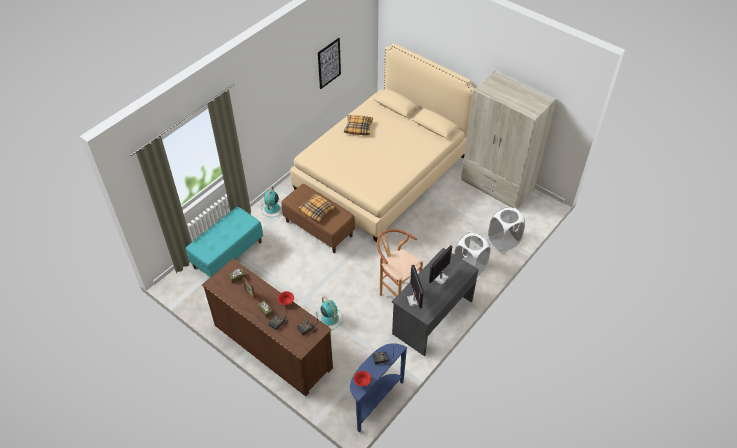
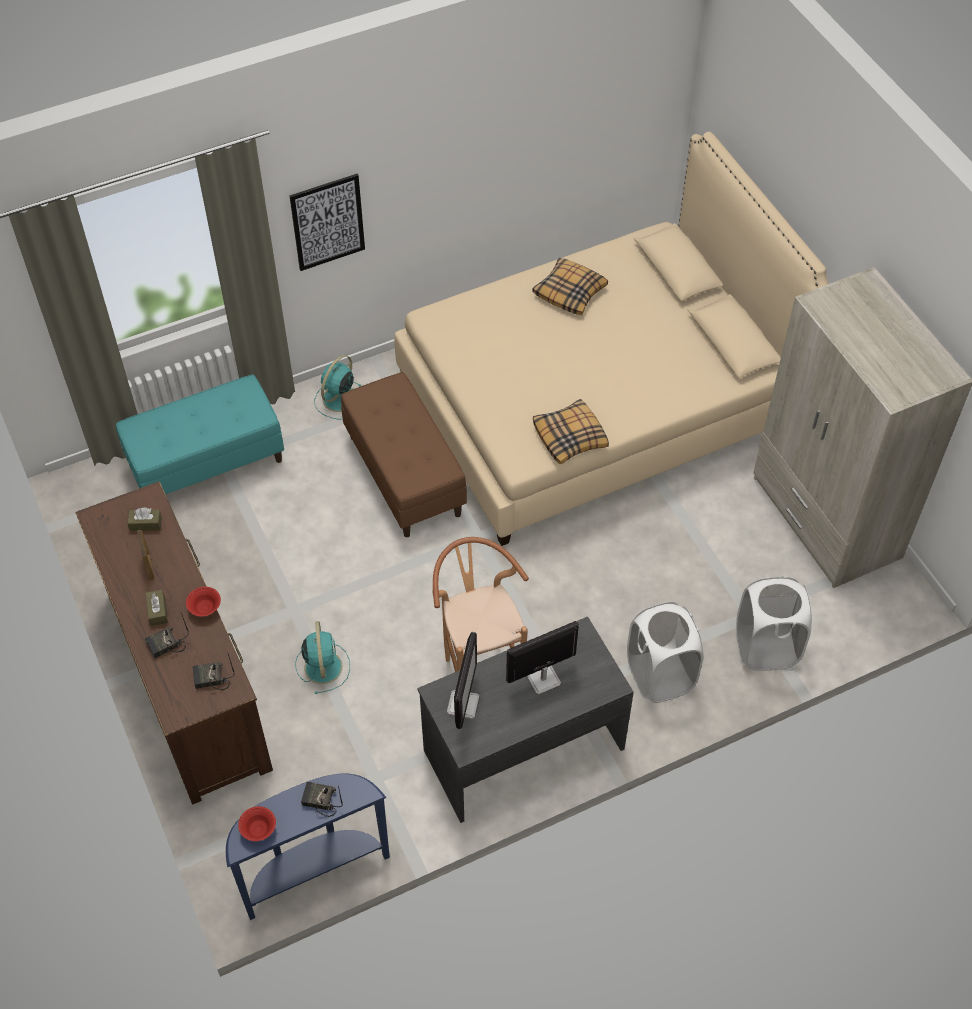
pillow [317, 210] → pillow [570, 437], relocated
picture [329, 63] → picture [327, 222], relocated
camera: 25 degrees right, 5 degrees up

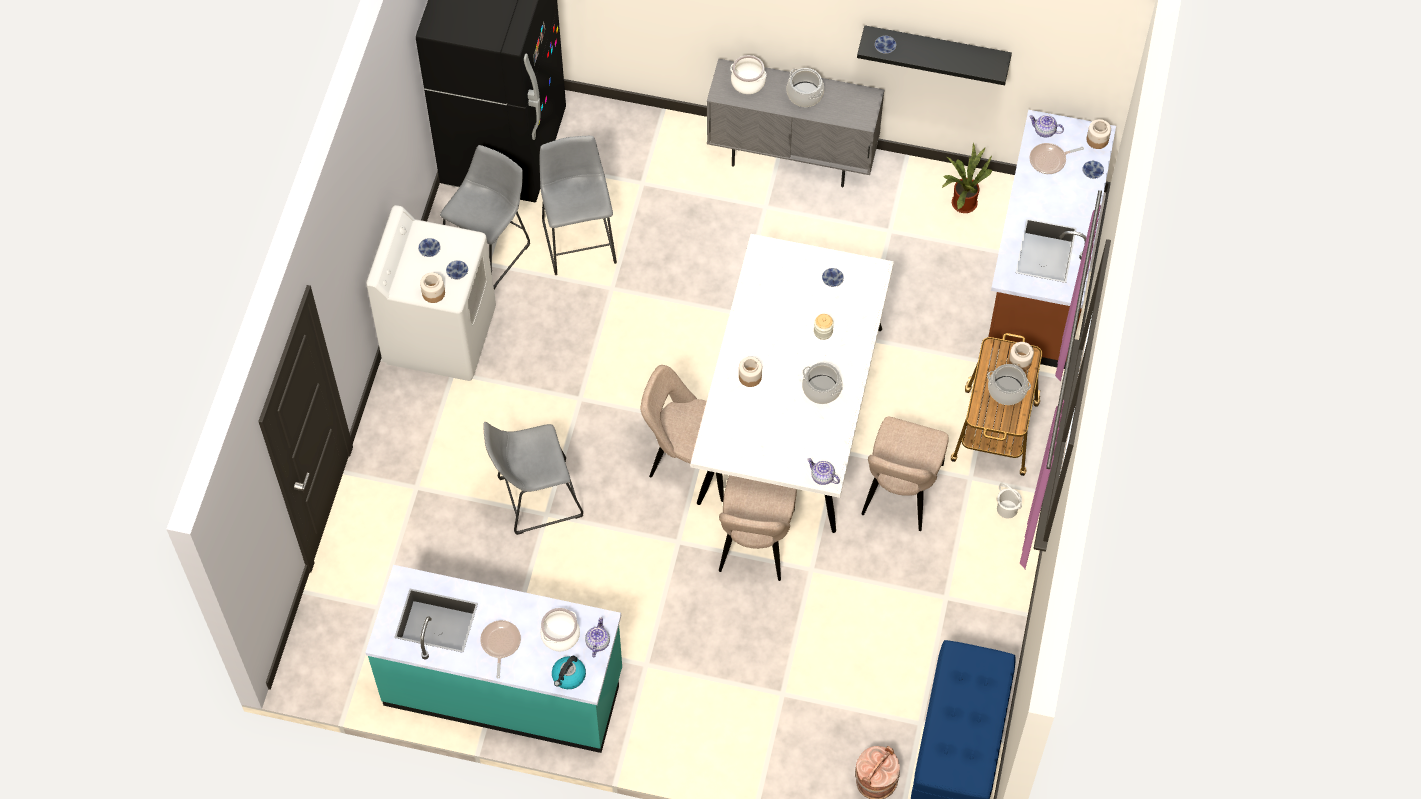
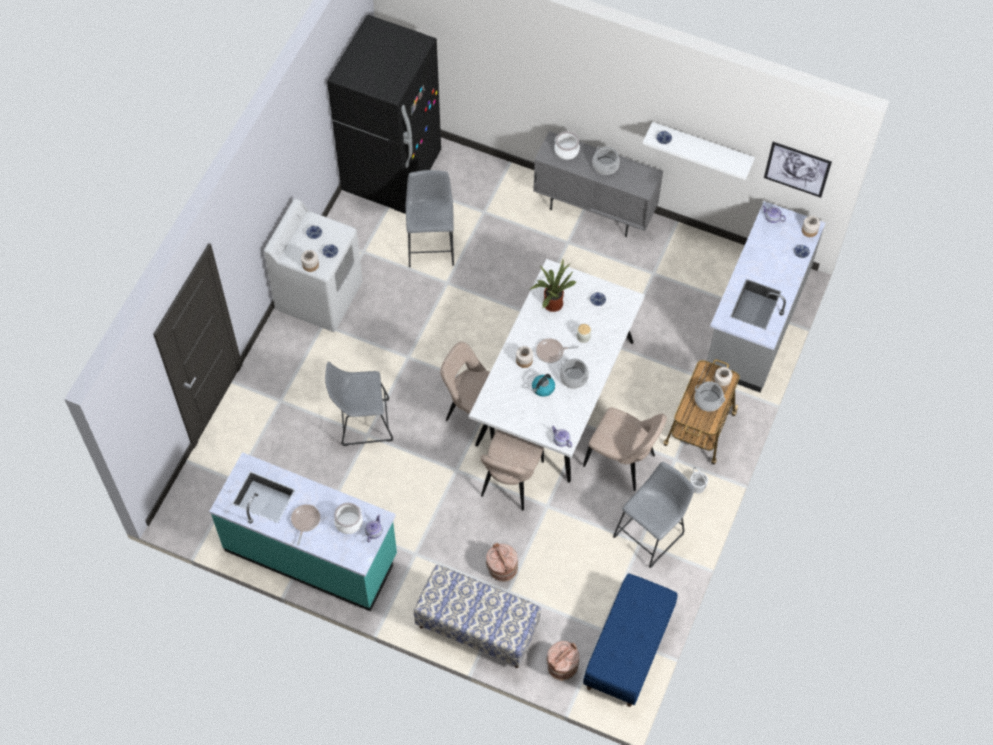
grey_stool [489, 249] → grey_stool [651, 533], relocated
kettle [568, 676] → kettle [543, 388], relocated
black_shelf [936, 49] → white_shelf [702, 146]
beige_chair [900, 493] → beige_chair [622, 462], 90 degrees counterclockwise
potted_plant [962, 201] → potted_plant [552, 302], relocated
brown_counter [1040, 273] → grey_counter [755, 321]
frying_pan [1050, 160] → frying_pan [551, 352], relocated
- → bench [477, 627]
- → brown_bucket [502, 568]
- → picture [797, 169]
camera: 10 degrees right, 0 degrees up

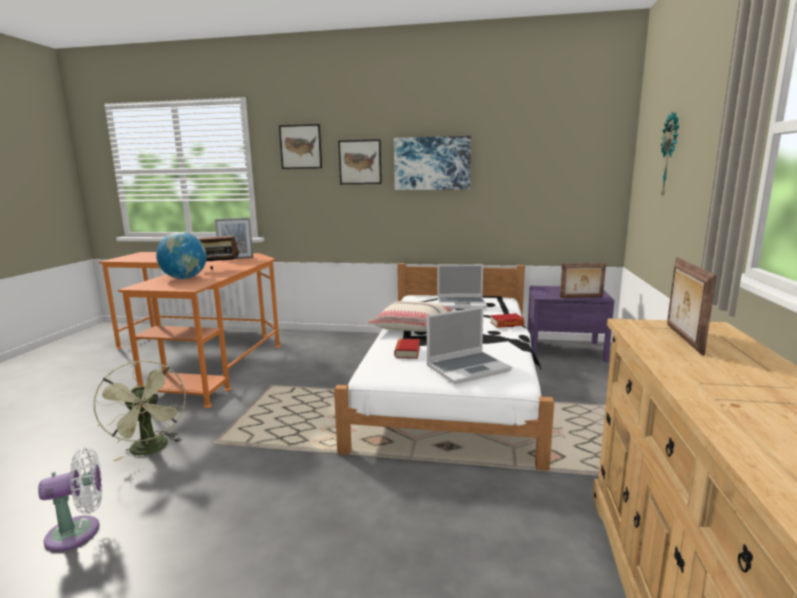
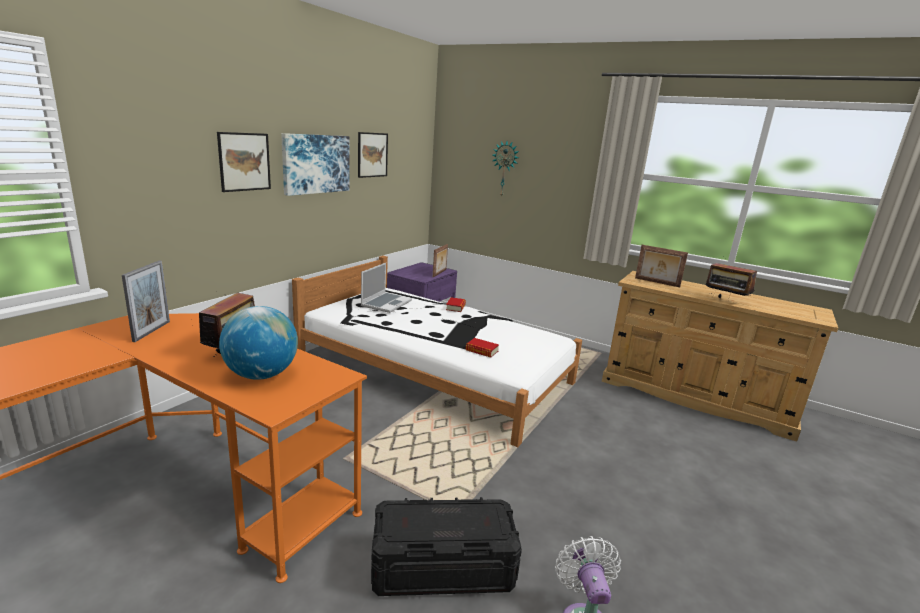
green_fan [151, 450] → black_storage_box [442, 567]
picture [300, 147] → picture [372, 155], relocated
beige_pillow [412, 326] → -
laptop [468, 368] → -
- → radio [725, 301]
camera: 70 degrees left, 5 degrees up

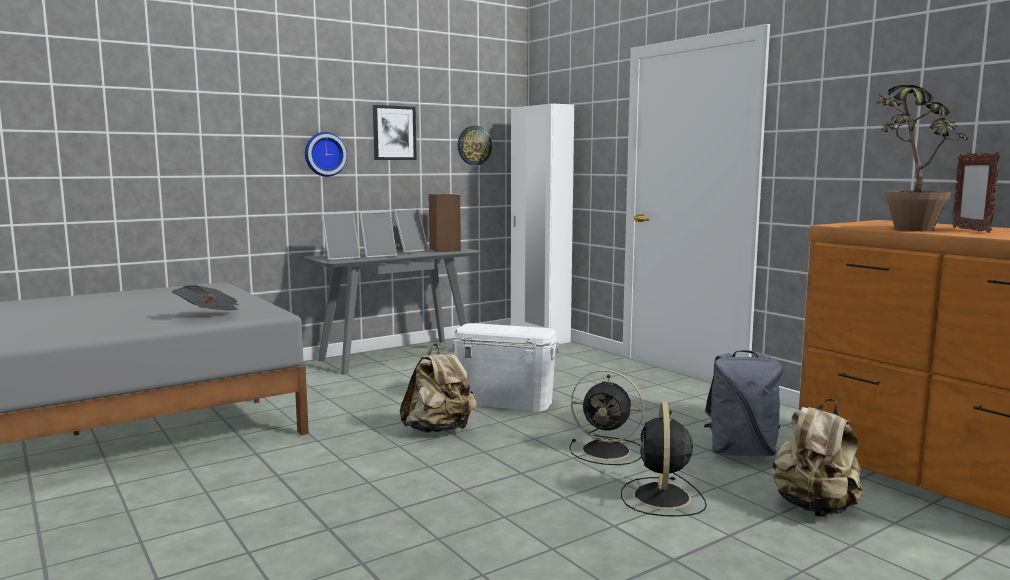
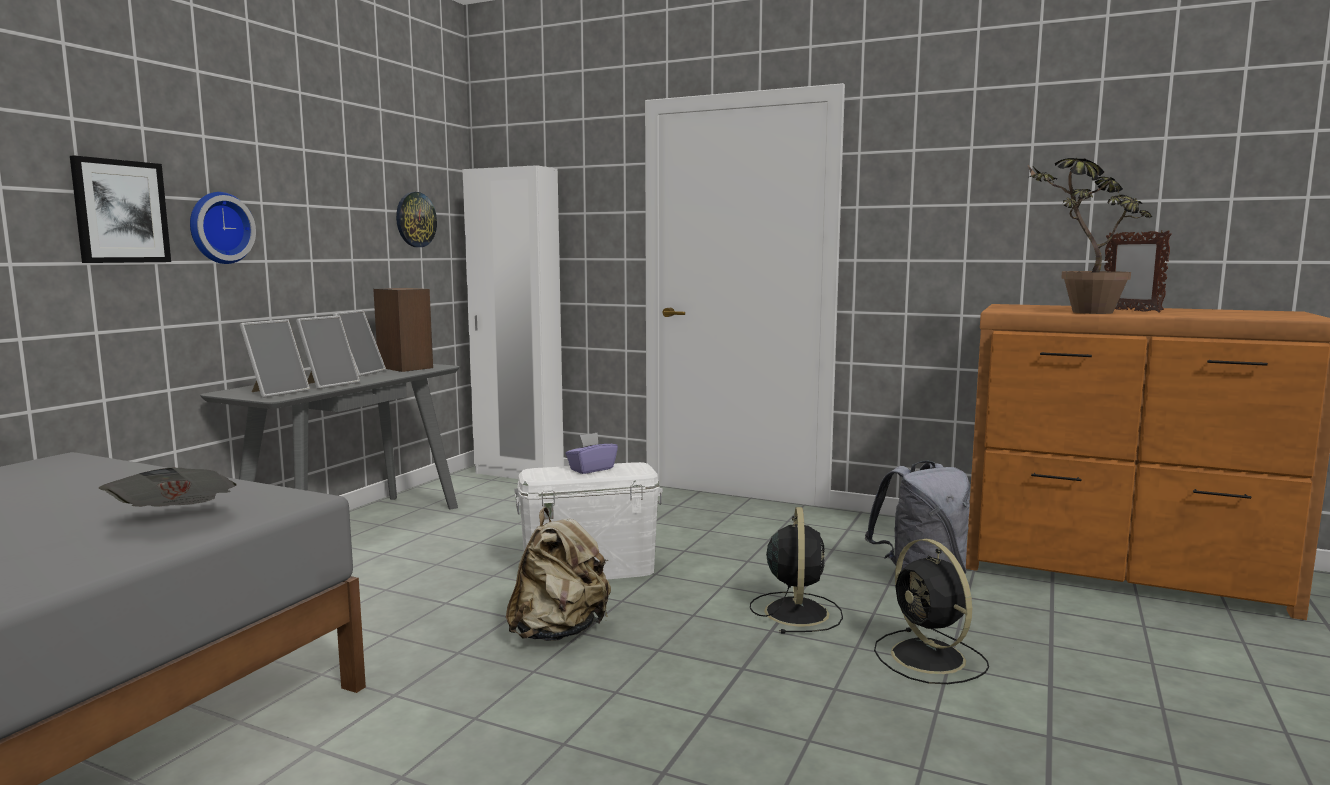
picture [394, 133] → picture [120, 211], relocated
black_fan [608, 451] → black_fan [796, 611], 75 degrees counterclockwise
beige_backpack [815, 508] → -
- → purple_tissue_box [591, 469]
camera: 30 degrees left, 0 degrees up

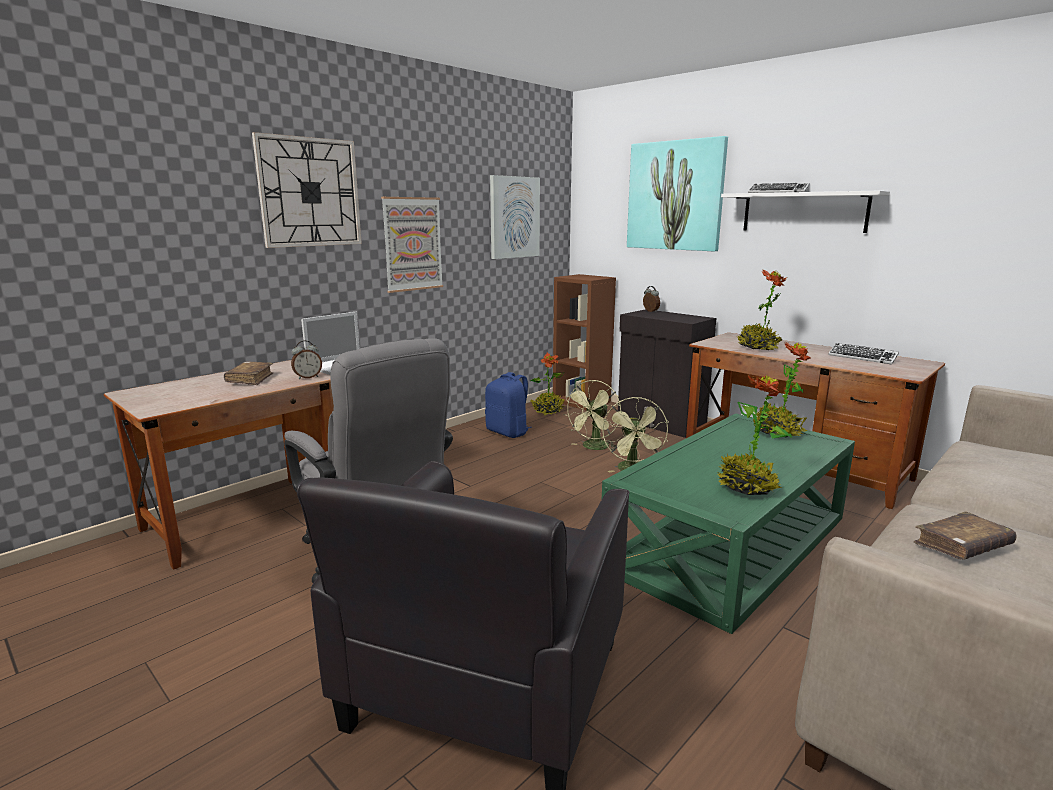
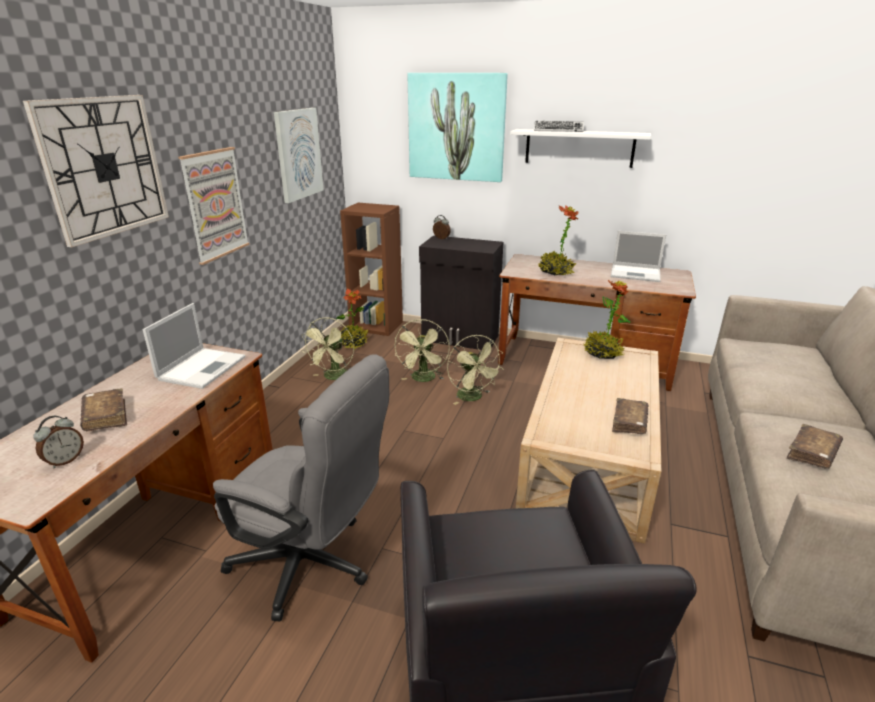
alarm_clock [308, 377] → alarm_clock [65, 460], relocated
blue_backpack [508, 432] → green_fan [334, 377]
green_coffee_table [731, 543] → beige_coffee_table [591, 455]
potted_plant [747, 488] → brown_book [629, 422]
keyboard [862, 357] → laptop [636, 273]
camera: 25 degrees left, 10 degrees up

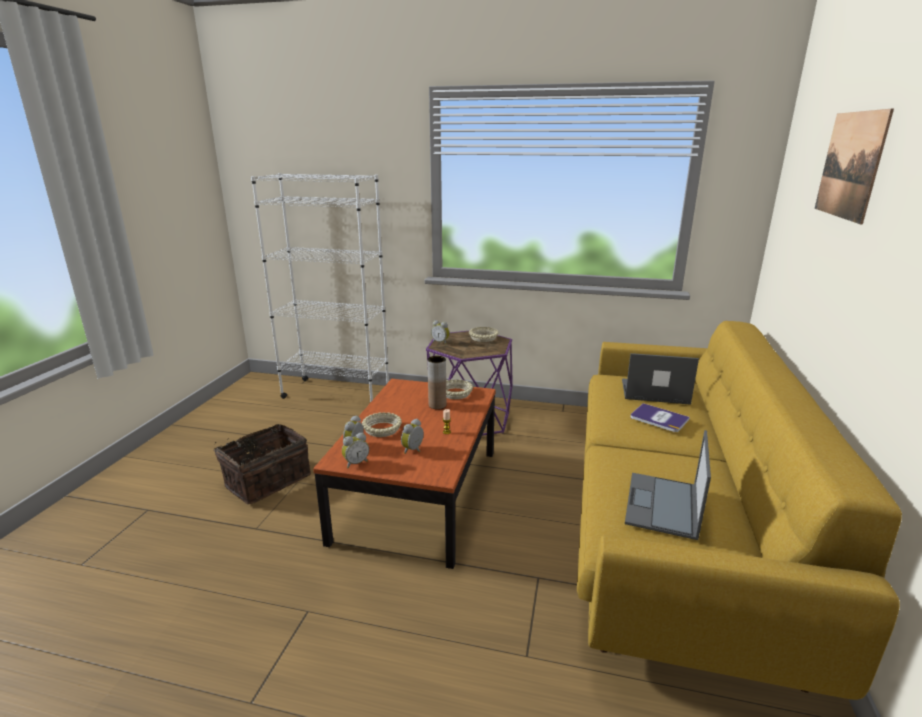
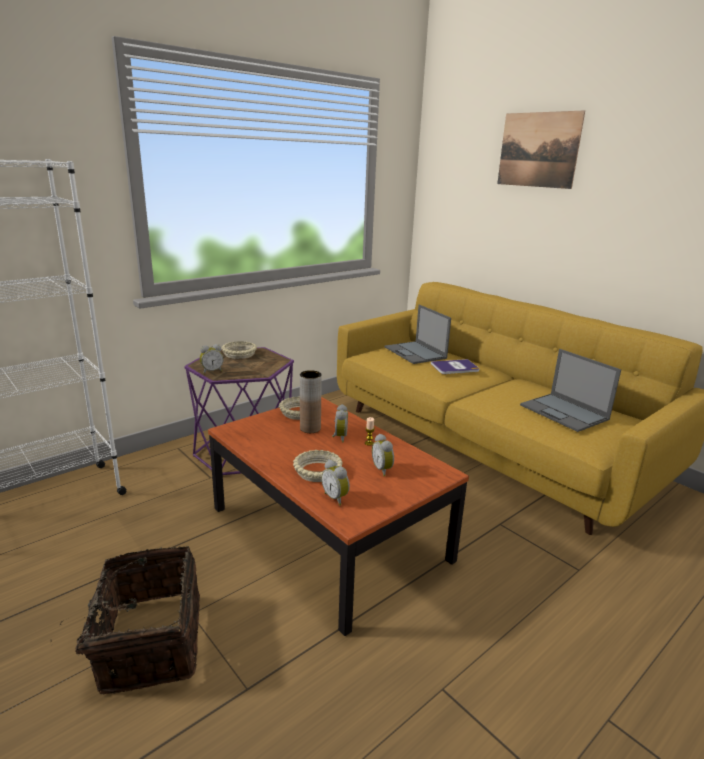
alarm_clock [356, 463] → alarm_clock [339, 437], relocated
laptop [653, 392] → laptop [415, 353], 75 degrees counterclockwise
camera: 55 degrees left, 0 degrees up

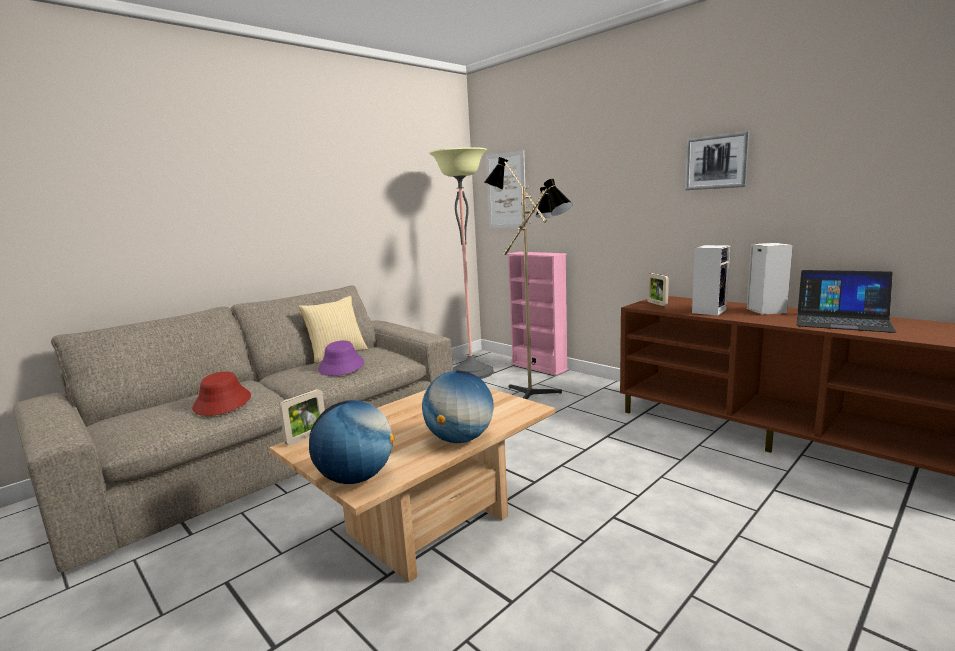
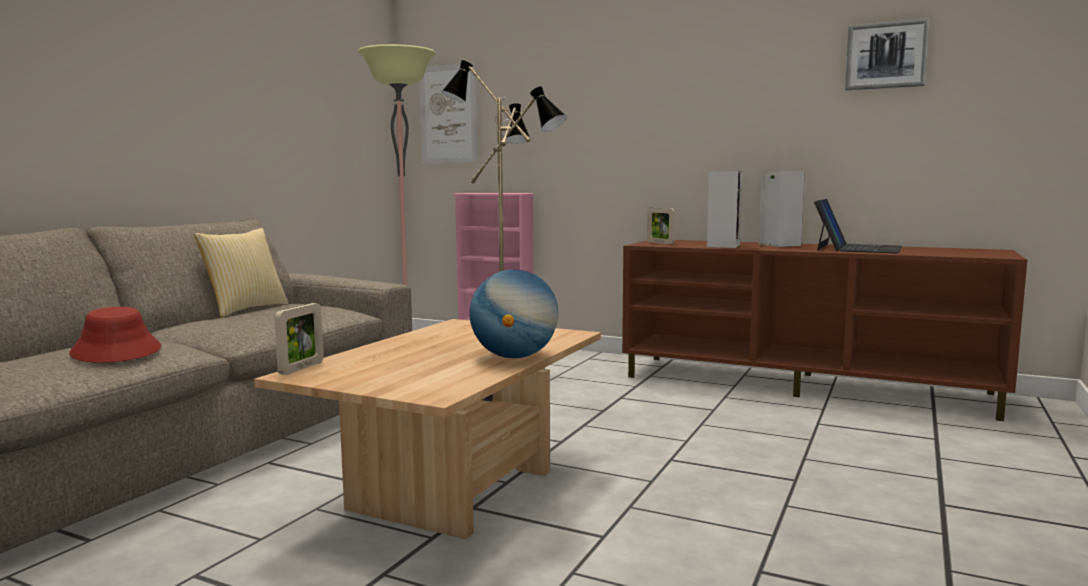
globe [356, 478] → -
purple_hat [341, 366] → -
picture [716, 162] → picture [886, 55], relocated
laptop [842, 321] → laptop [857, 248], 75 degrees counterclockwise
camera: 20 degrees left, 5 degrees down

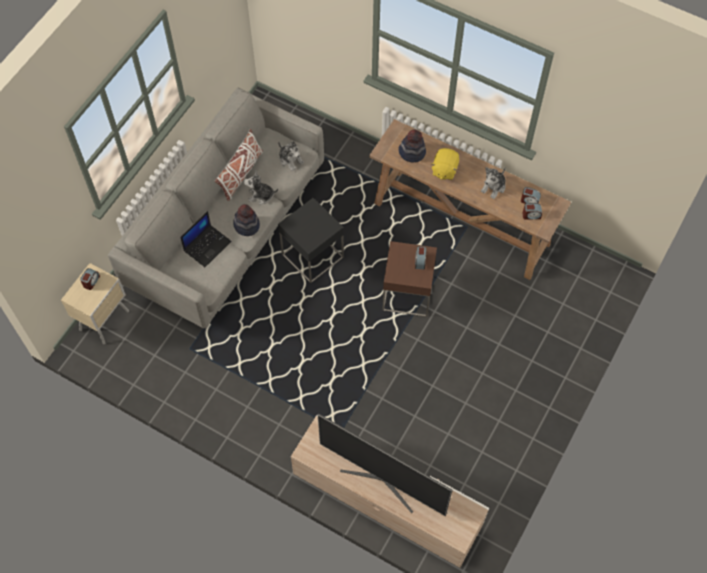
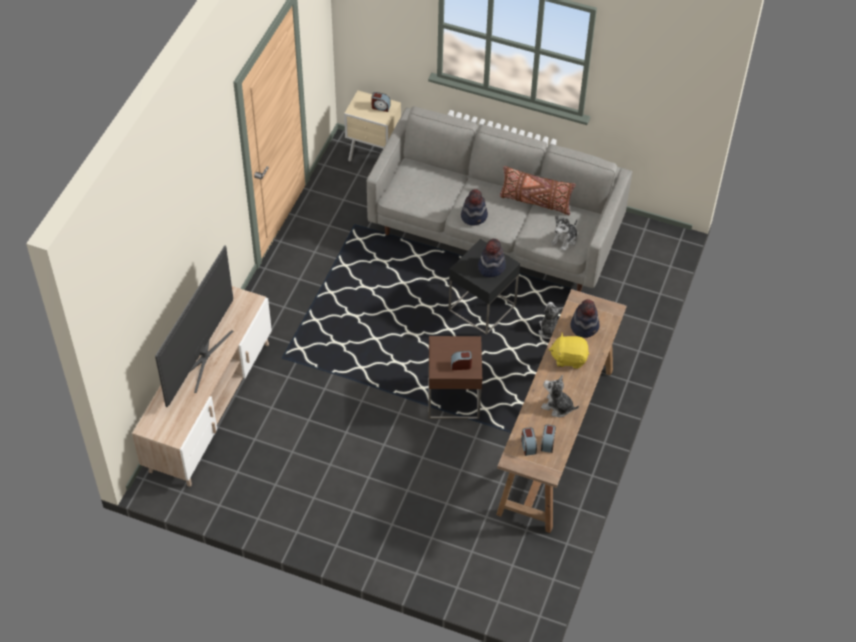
laptop [207, 245] → -
white_pillow [240, 174] → brown_pillow [535, 202]
plush_toy [261, 196] → plush_toy [549, 331], relocated
- → hat [491, 267]
camera: 80 degrees right, 10 degrees down

